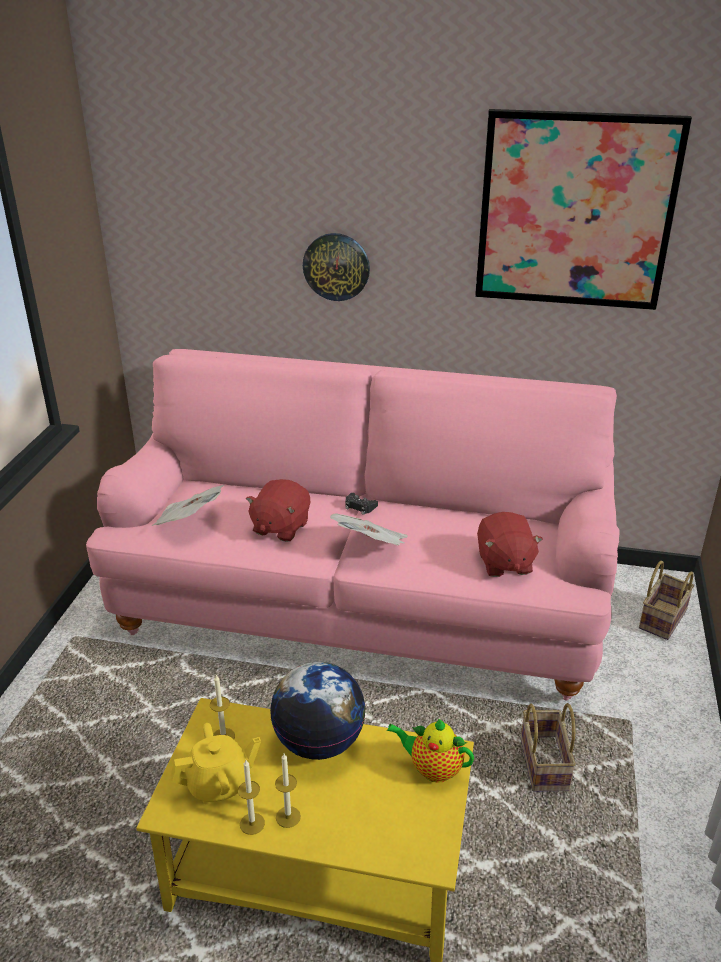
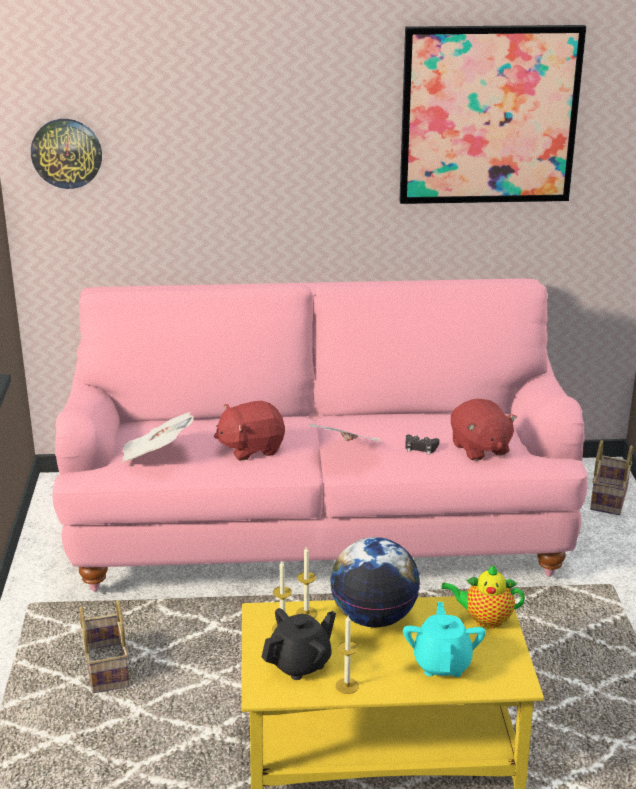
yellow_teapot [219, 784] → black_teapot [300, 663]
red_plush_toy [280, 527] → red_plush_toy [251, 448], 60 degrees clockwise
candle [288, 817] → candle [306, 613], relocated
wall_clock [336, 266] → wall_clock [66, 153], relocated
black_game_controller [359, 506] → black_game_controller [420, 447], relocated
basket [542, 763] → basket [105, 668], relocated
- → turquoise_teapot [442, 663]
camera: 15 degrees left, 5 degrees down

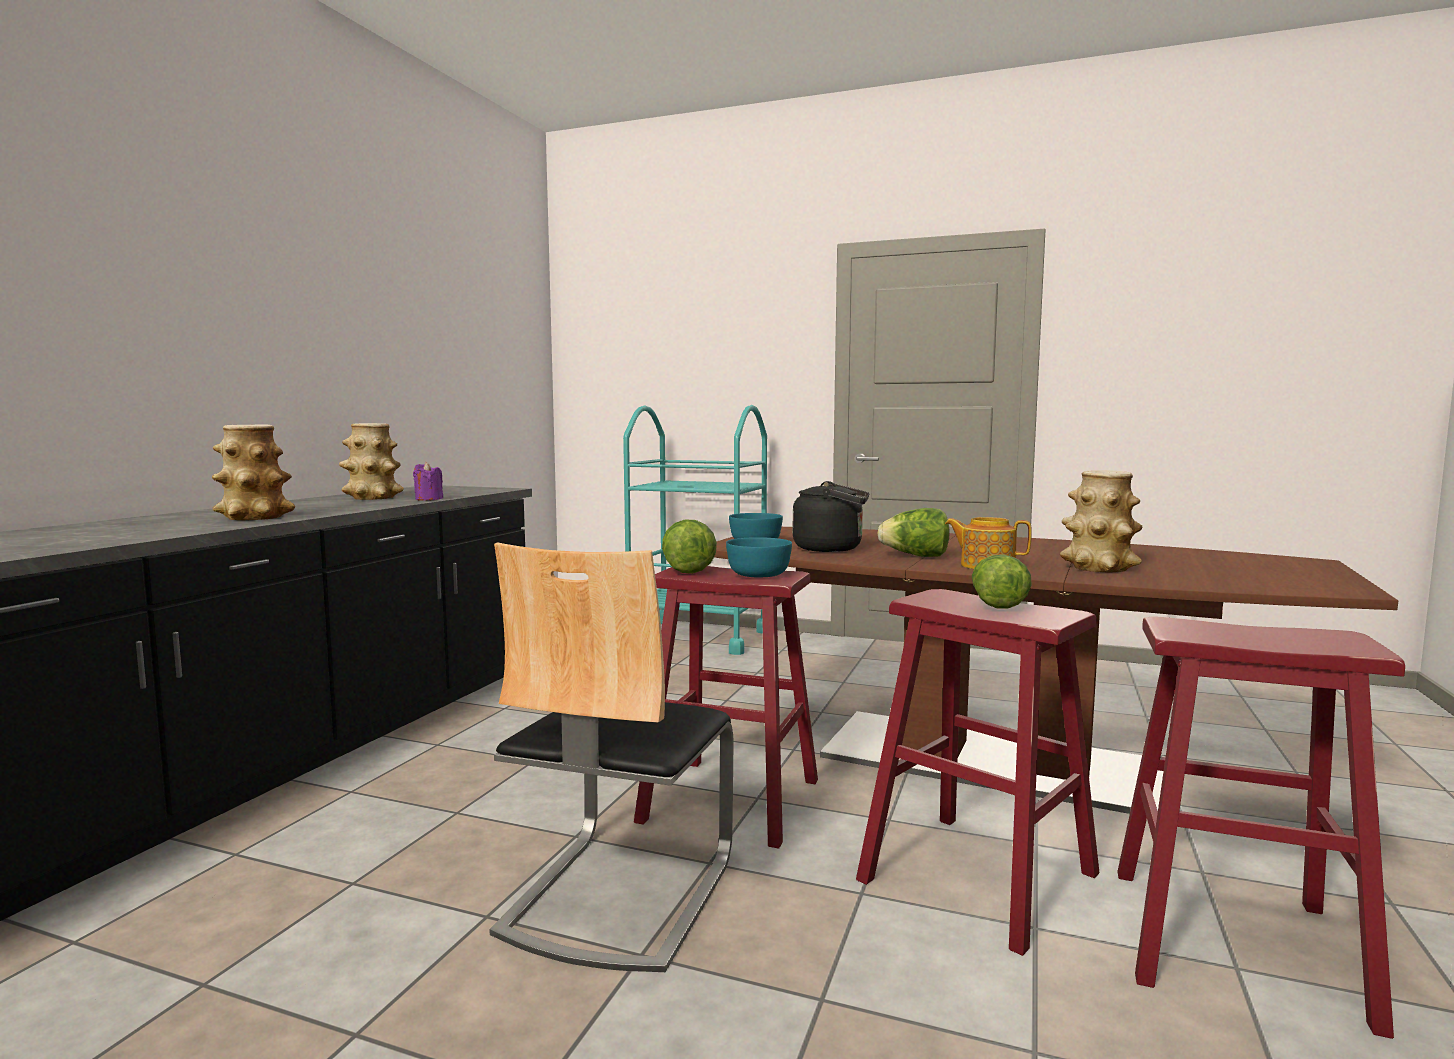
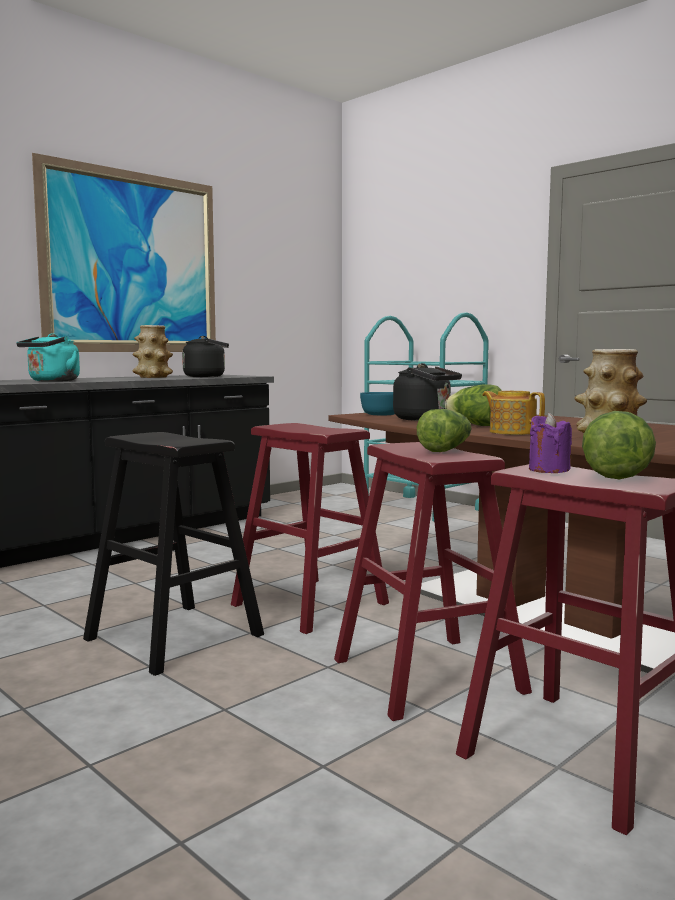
vase [254, 517] → turquoise_kettle [52, 381]
purple_candle [428, 499] → purple_candle [548, 470], relocated
chair [618, 894] → black_stool [174, 637]
lettuce [686, 570] → lettuce [613, 475], relocated
turquoise_bowl [759, 574] → -
- → picture [133, 263]
- → black_kettle [207, 377]
camera: 25 degrees right, 0 degrees up

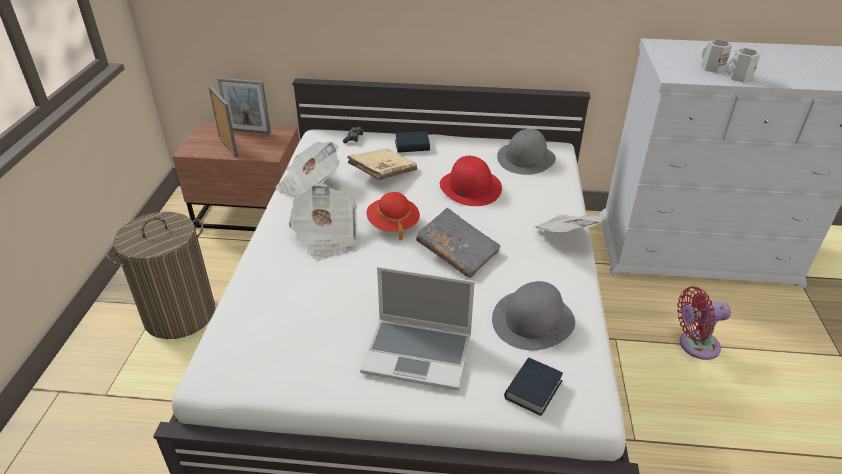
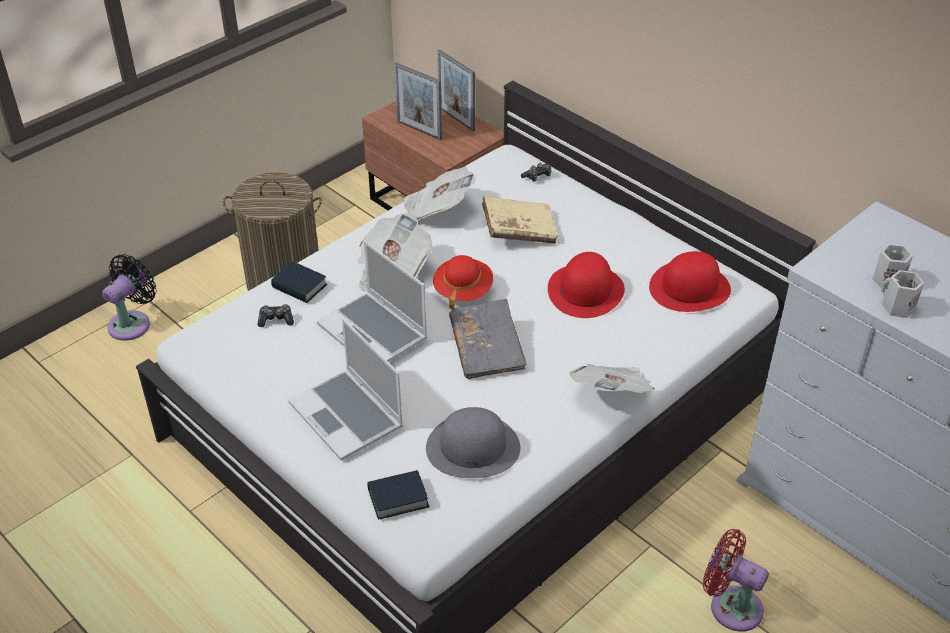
picture_frame [228, 147] → picture_frame [419, 130], 120 degrees clockwise
book [412, 146] → book [299, 287], relocated
grey_hat [526, 158] → red_hat [690, 288]
- → black_fan [132, 323]
- → game_controller [276, 320]
- → laptop [374, 332]
camera: 40 degrees right, 5 degrees up

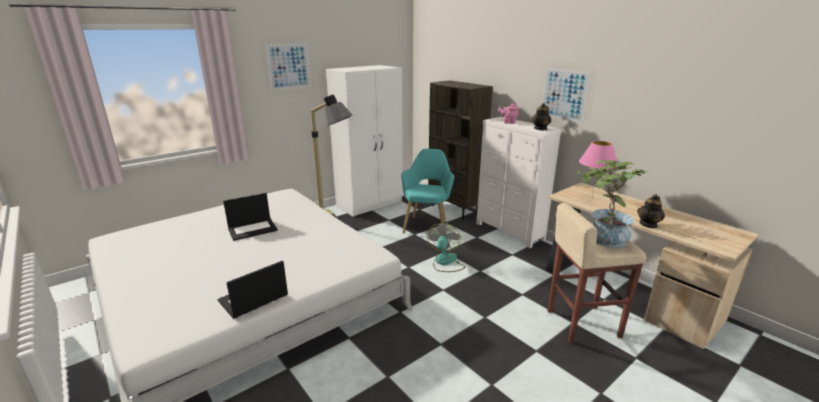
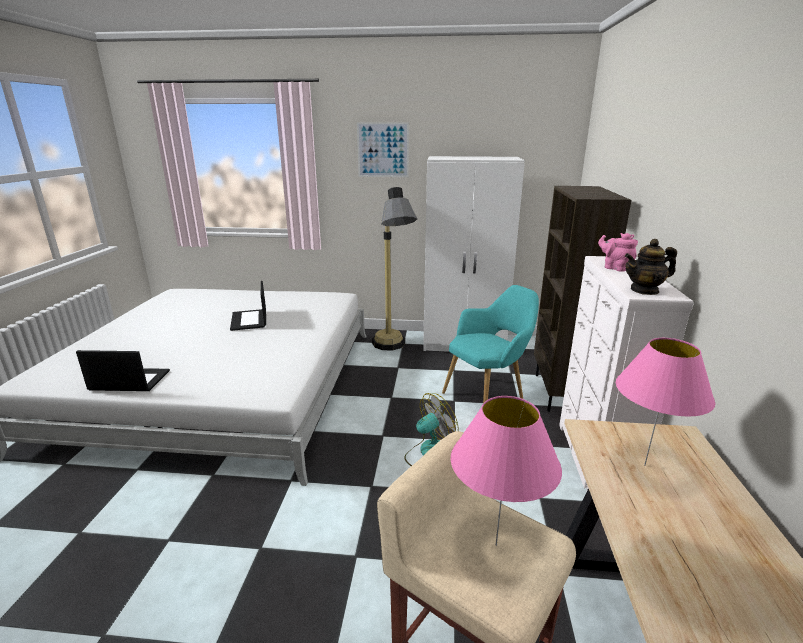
laptop [253, 229] → laptop [249, 320], 60 degrees clockwise
picture [564, 95] → -
potted_plant [601, 238] → pink_table_lamp [495, 545]
teapot [648, 224] → -
camera: 45 degrees right, 0 degrees up

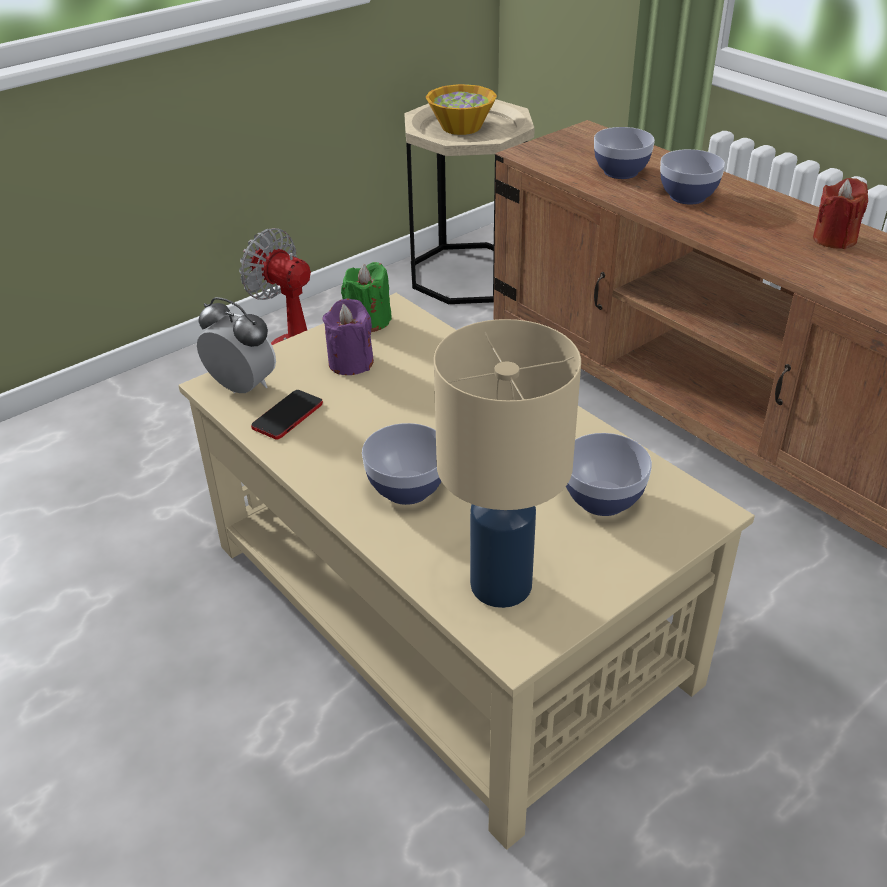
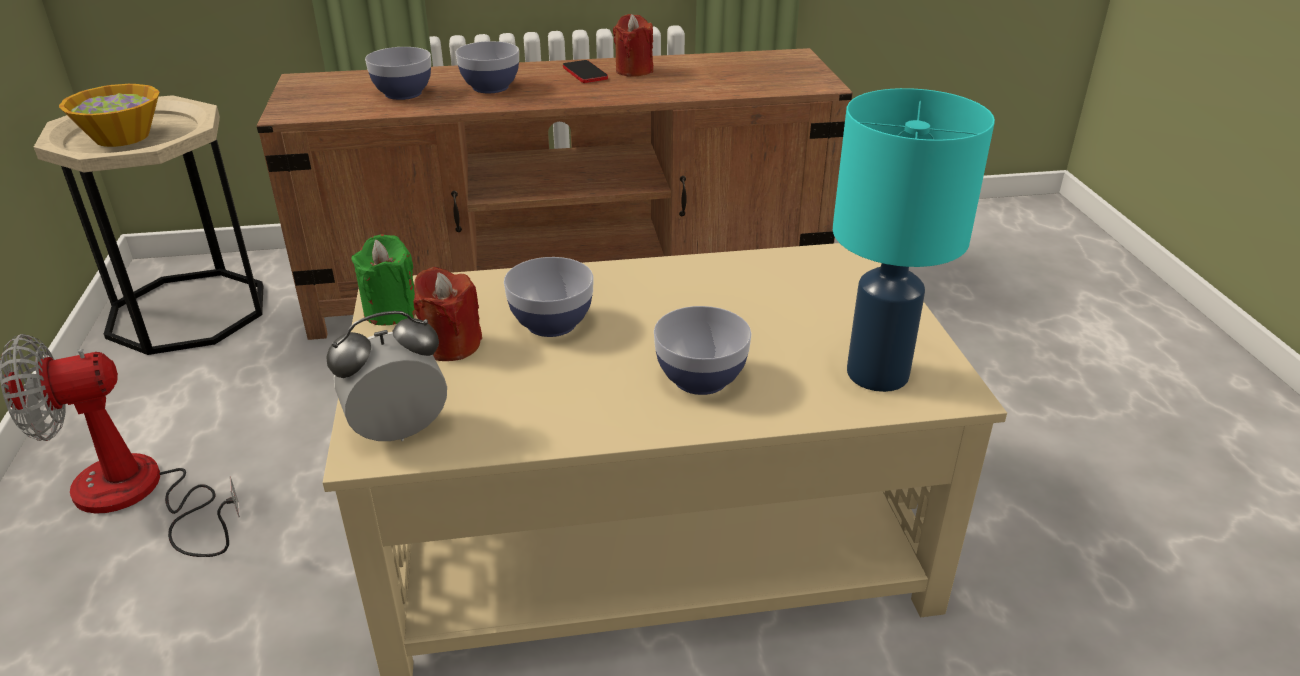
phone [287, 416] → phone [585, 73], relocated
purple_candle [351, 362] → red_candle [451, 345]
beige_table_lamp [499, 584] → turquoise_table_lamp [876, 374]
bowl [602, 499] → bowl [551, 323], relocated
camera: 60 degrees left, 5 degrees down

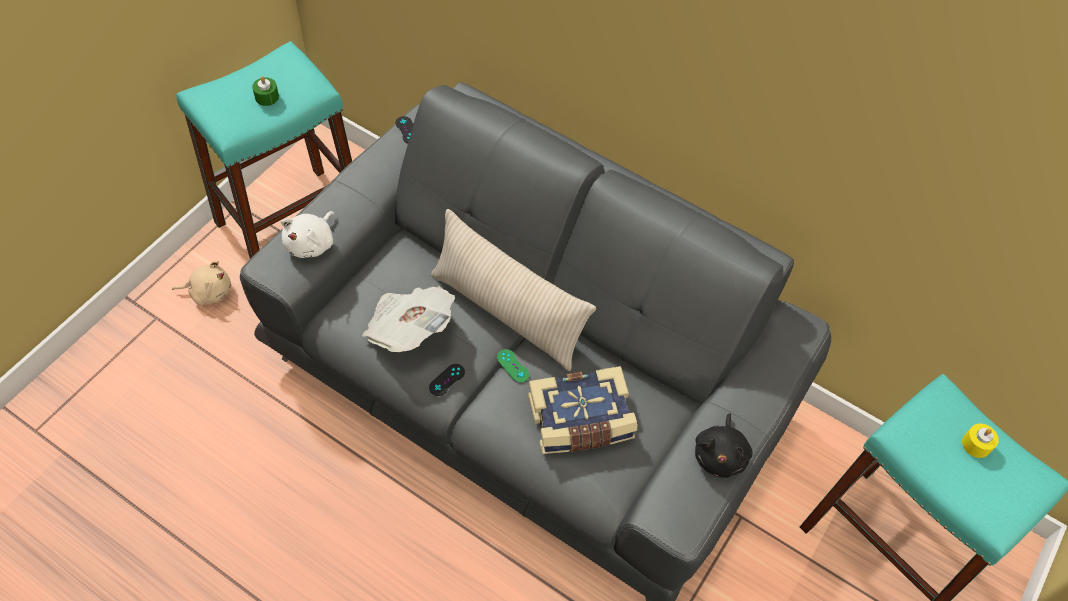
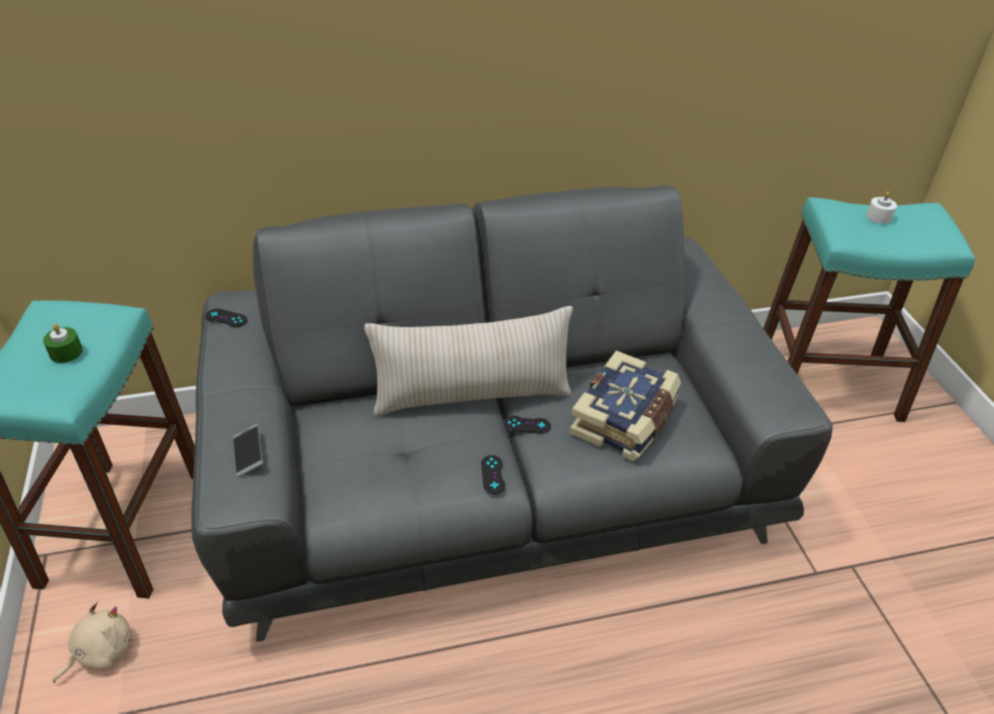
white_plush_toy [311, 243] → phone [248, 454]
newspaper [409, 329] → -
green_game_controller [513, 366] → black_game_controller [527, 425]
black_plush_toy [720, 455] → -
yellow_candle [976, 444] → white_candle [878, 217]
camera: 45 degrees left, 15 degrees down

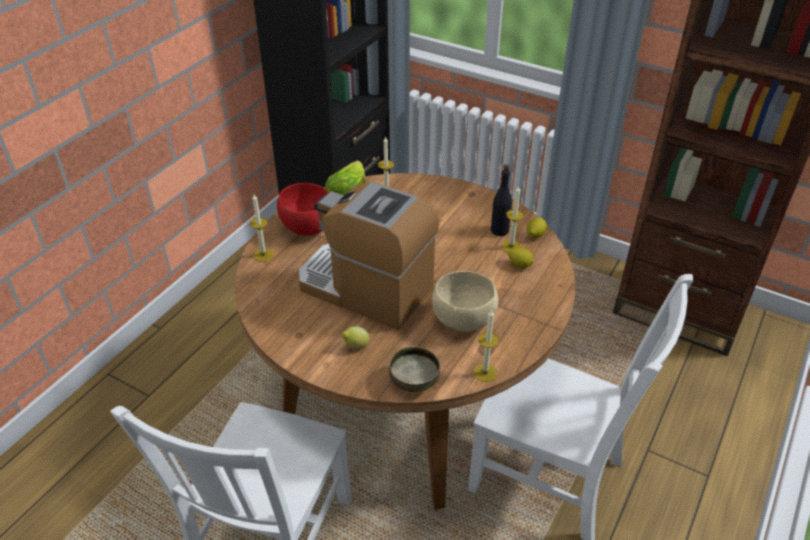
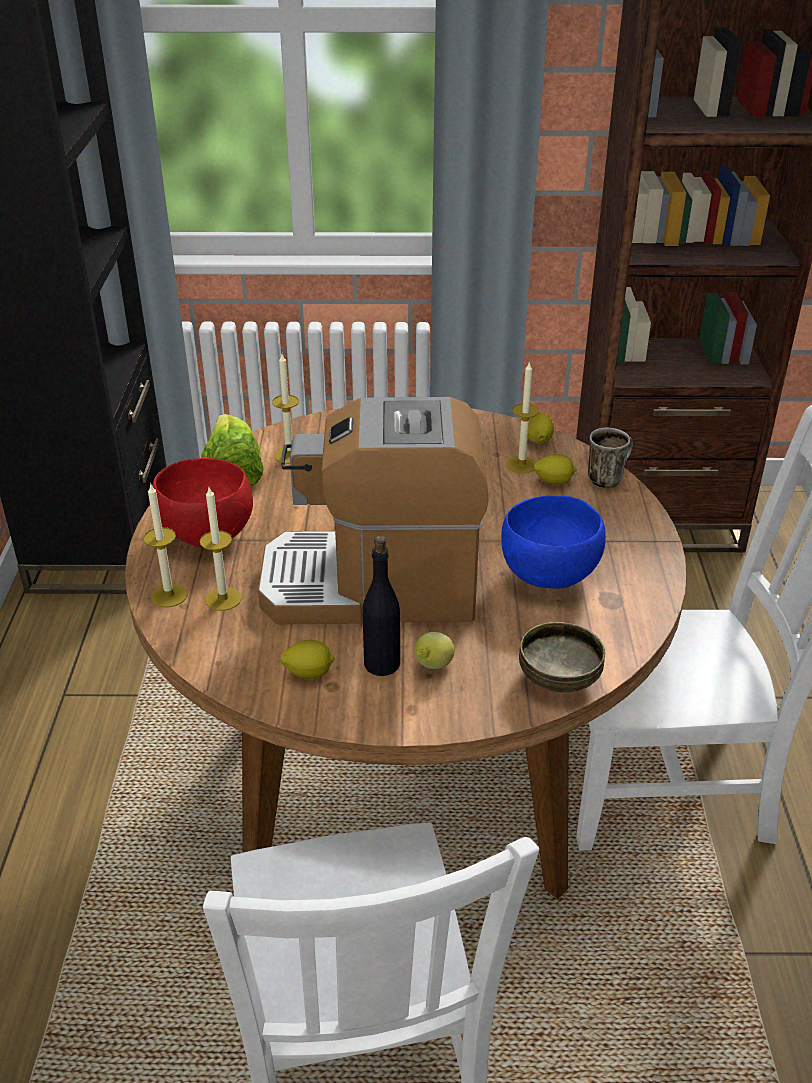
beige_bowl [464, 322] → blue_bowl [550, 577]
candle [485, 373] → candle [223, 599], relocated
black_bottle [499, 230] → black_bottle [381, 663], relocated
- → lemon [308, 673]
- → mug [607, 477]
camera: 30 degrees left, 5 degrees down

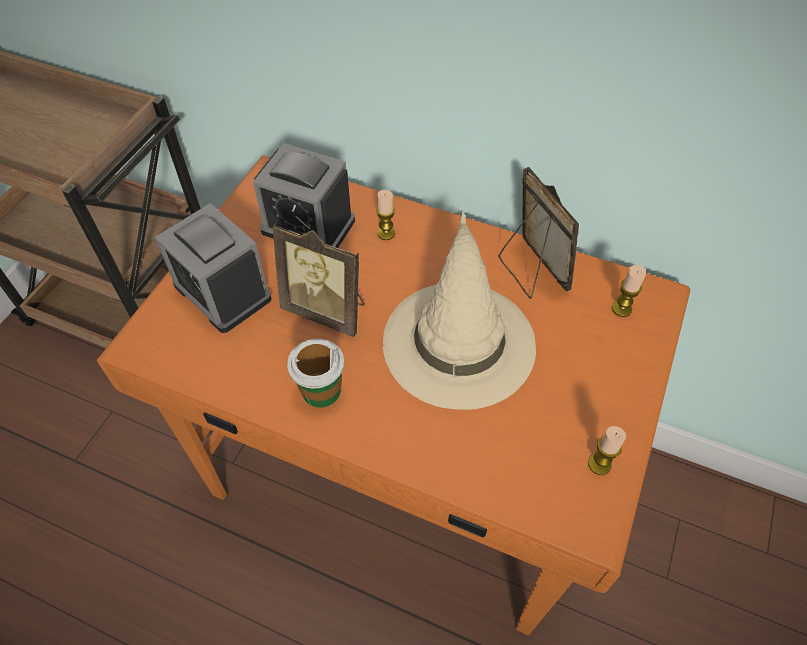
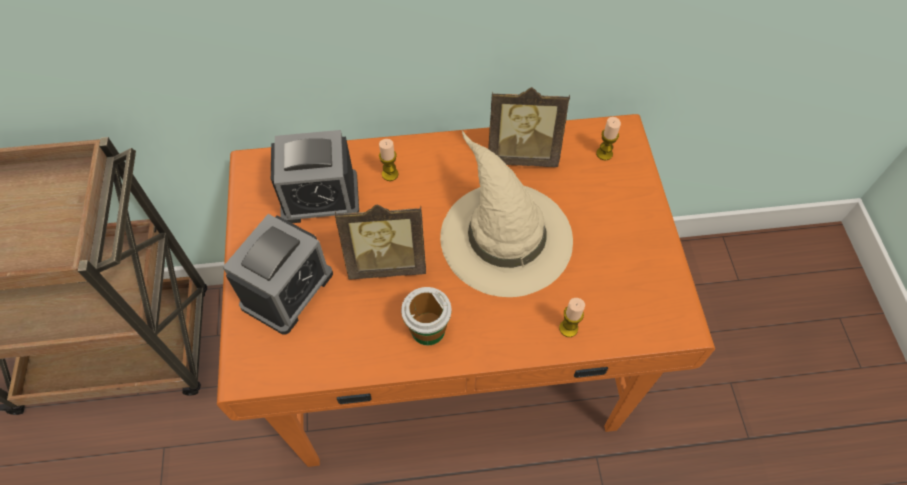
alarm_clock [222, 292] → alarm_clock [287, 290], 75 degrees counterclockwise
picture_frame [530, 271] → picture_frame [522, 154], 150 degrees clockwise
candle [599, 464] → candle [568, 328], relocated
camera: 30 degrees left, 5 degrees up

